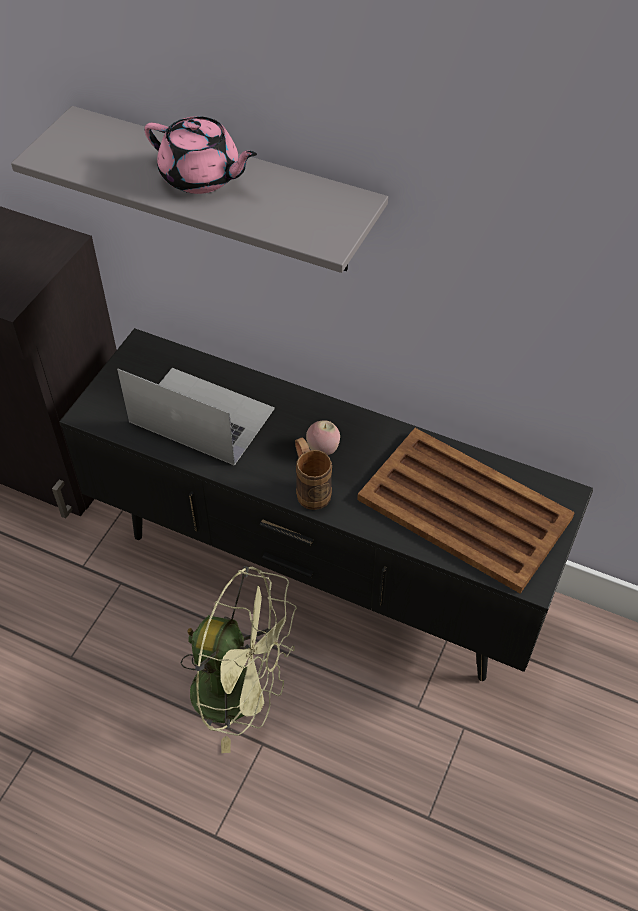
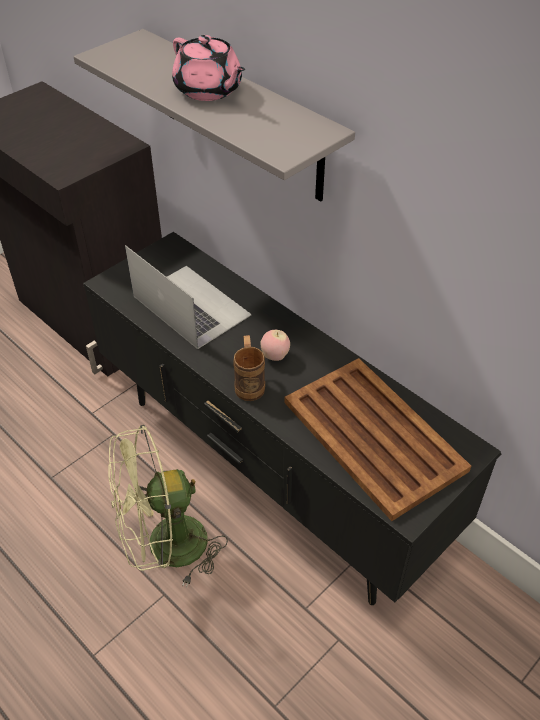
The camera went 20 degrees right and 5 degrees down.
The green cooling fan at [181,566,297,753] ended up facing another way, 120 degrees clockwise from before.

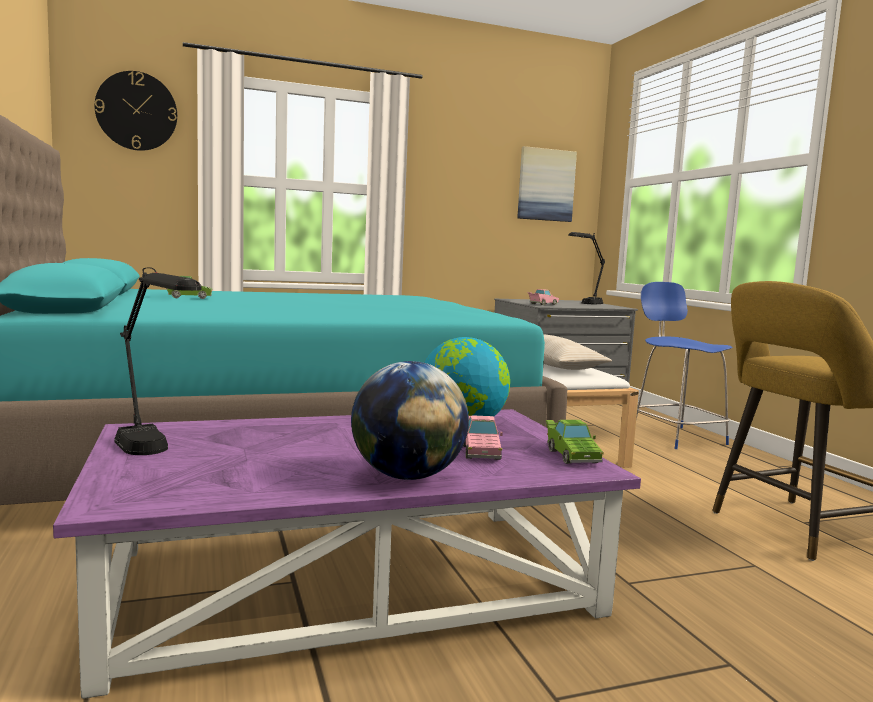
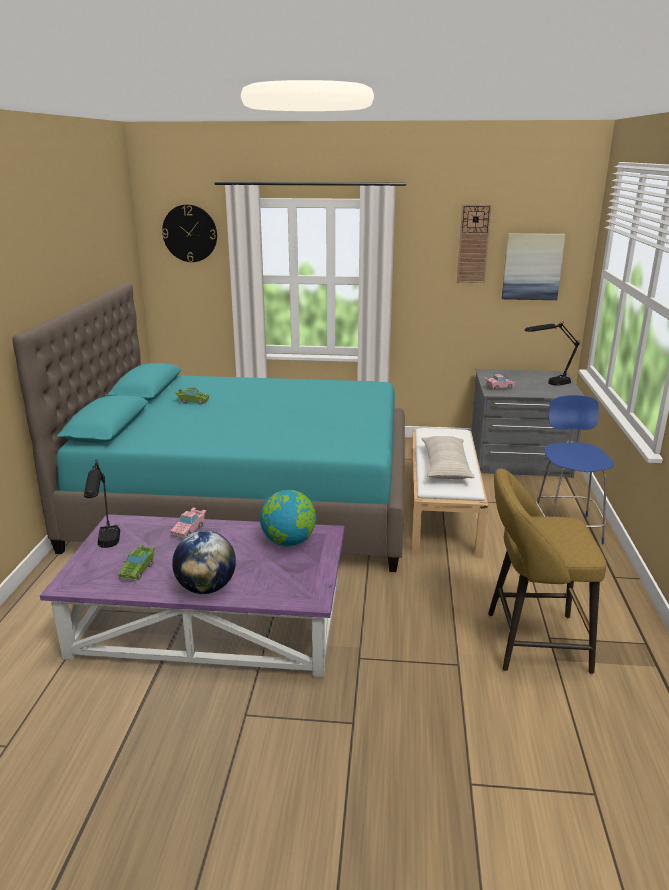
The camera went 25 degrees right and 15 degrees up.
The pinkish miniature car ended up elsewhere, having gone from [463,415,503,460] to [170,508,207,539].
The green miniature car ended up elsewhere, having gone from [546,420,604,464] to [118,545,155,581].
The second view gained the wall clock at [457,204,492,283].

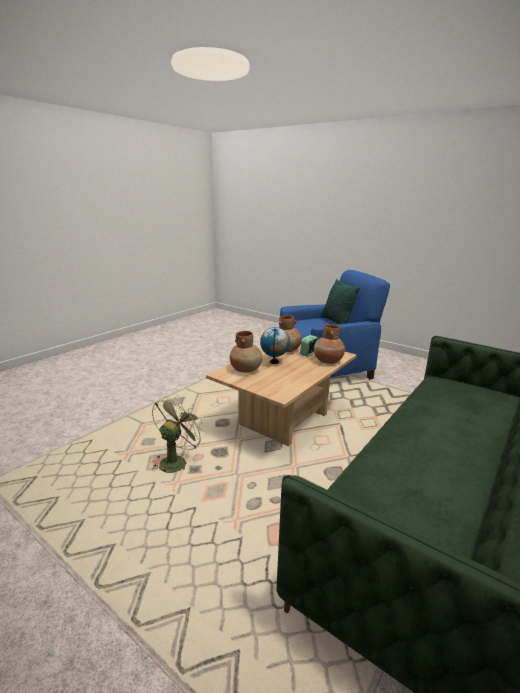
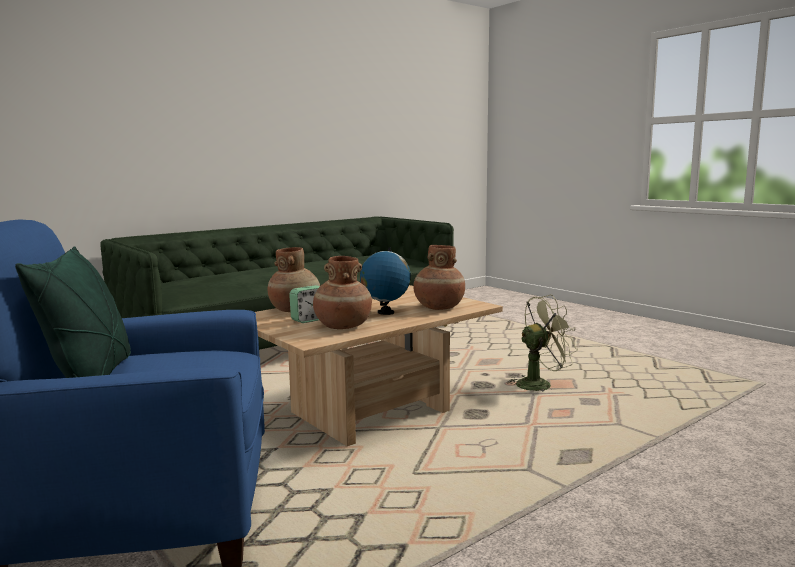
The camera went 165 degrees left and 10 degrees down.
The green cooling fan at [152,396,206,473] ended up facing another way, 150 degrees counterclockwise from before.

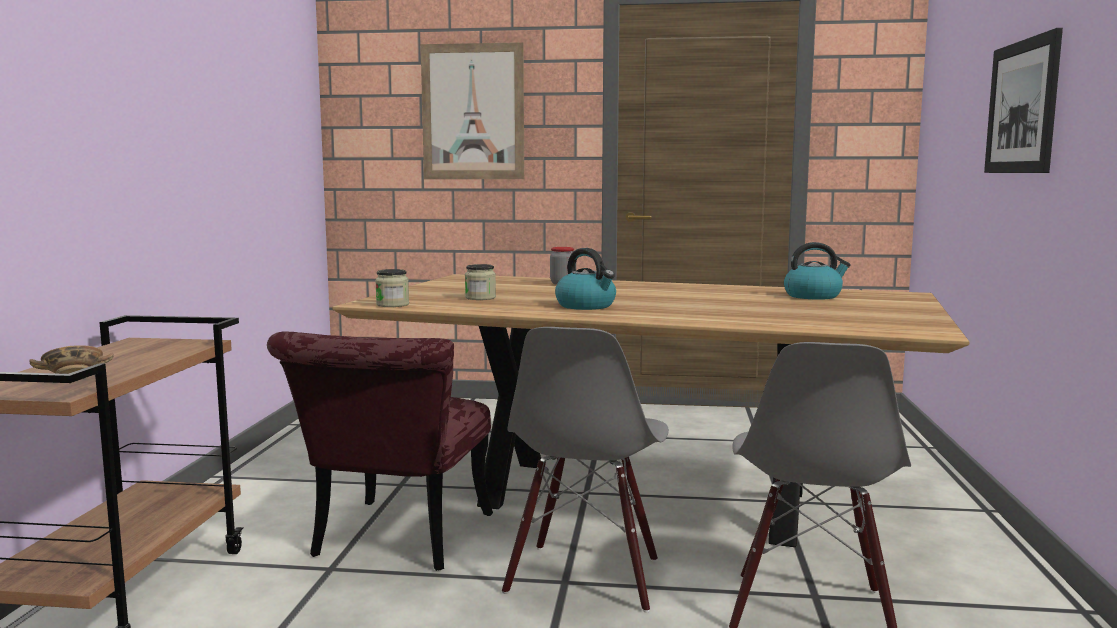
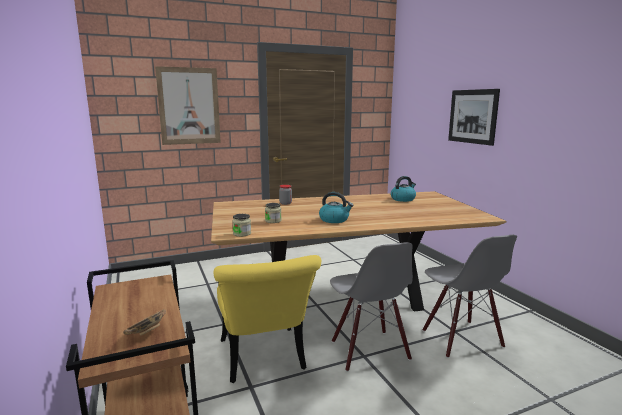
The camera went 30 degrees left and 5 degrees up.
What was the red-coloured chair at [267,332,493,571] turned into the yellow-coloured chair at [214,255,321,383].

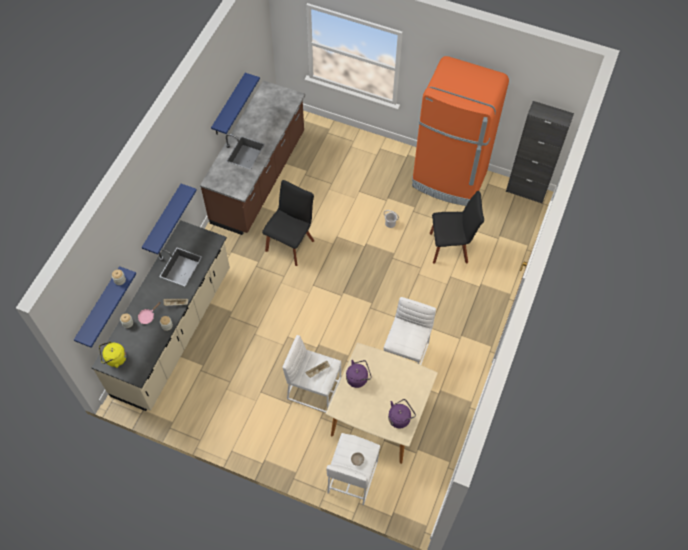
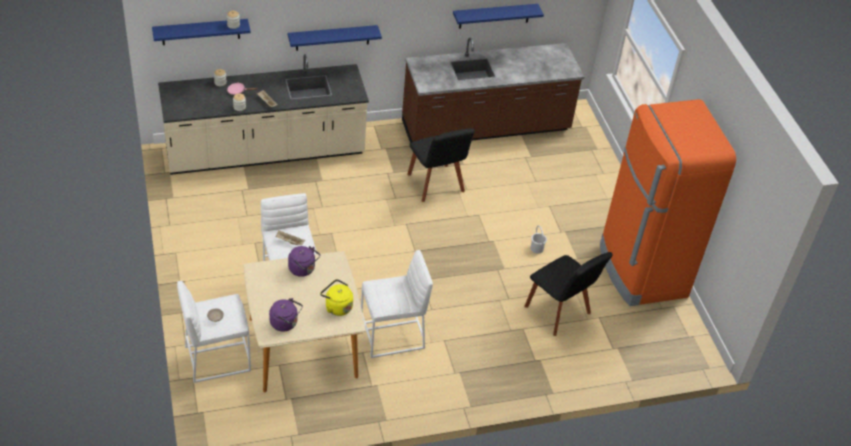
The camera went 50 degrees right and 15 degrees down.
The second view lost the blackish storage cabinet at [506,101,574,204].
The blackish chair at [262,180,315,266] ended up facing another way, 75 degrees clockwise from before.
The yellow-coloured tea kettle ended up elsewhere, having gone from [99,342,126,368] to [320,279,353,316].

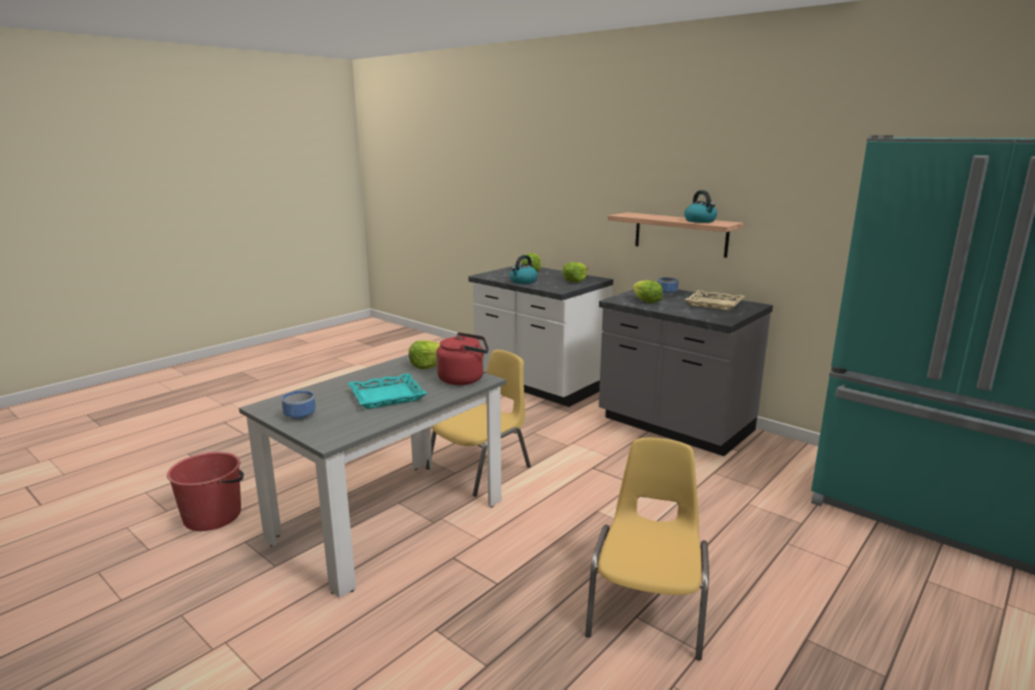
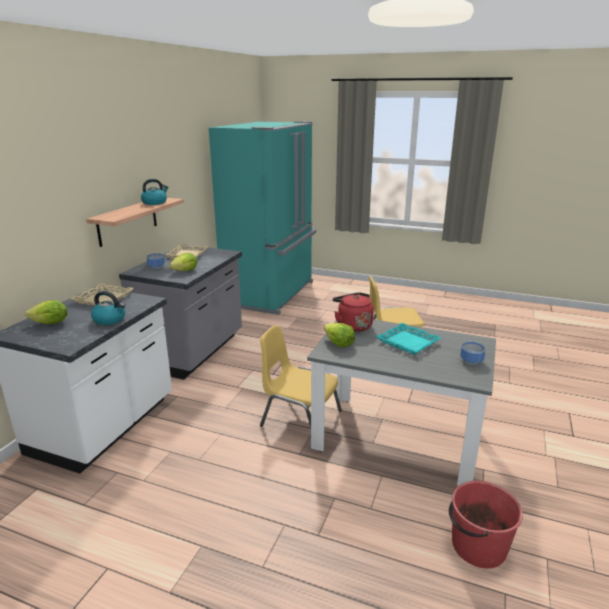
The camera went 110 degrees left and 5 degrees up.
Where the head of lettuce stood at [562,262,587,282], the beige-coloured serving tray came to stand at [71,283,134,306].

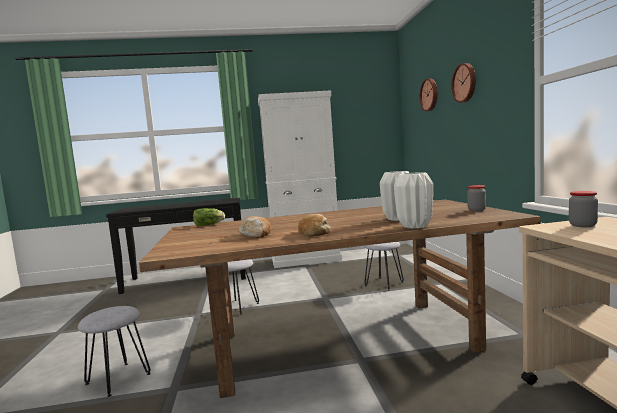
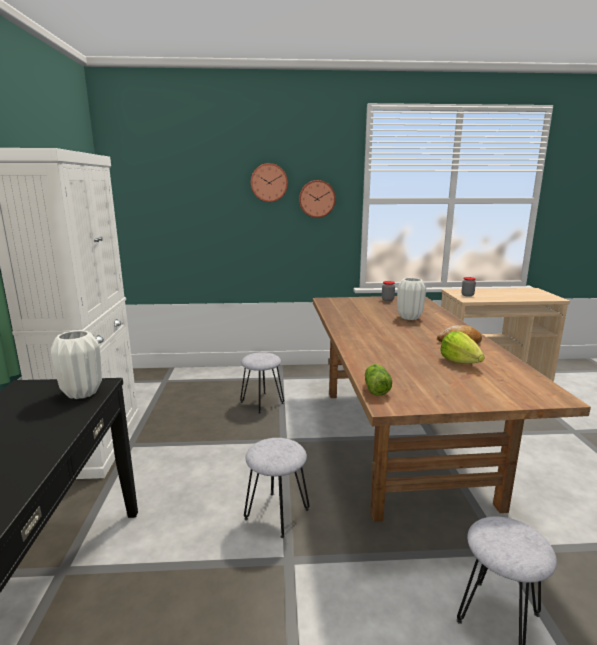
The camera went 85 degrees left and 10 degrees up.
The wall clock ended up elsewhere, having gone from [420,78,438,111] to [299,180,336,218].
The white flower vase ended up elsewhere, having gone from [394,172,433,229] to [51,330,102,399].
Where the bakery bread stood at [239,216,271,238], the head of lettuce came to stand at [441,331,485,364].

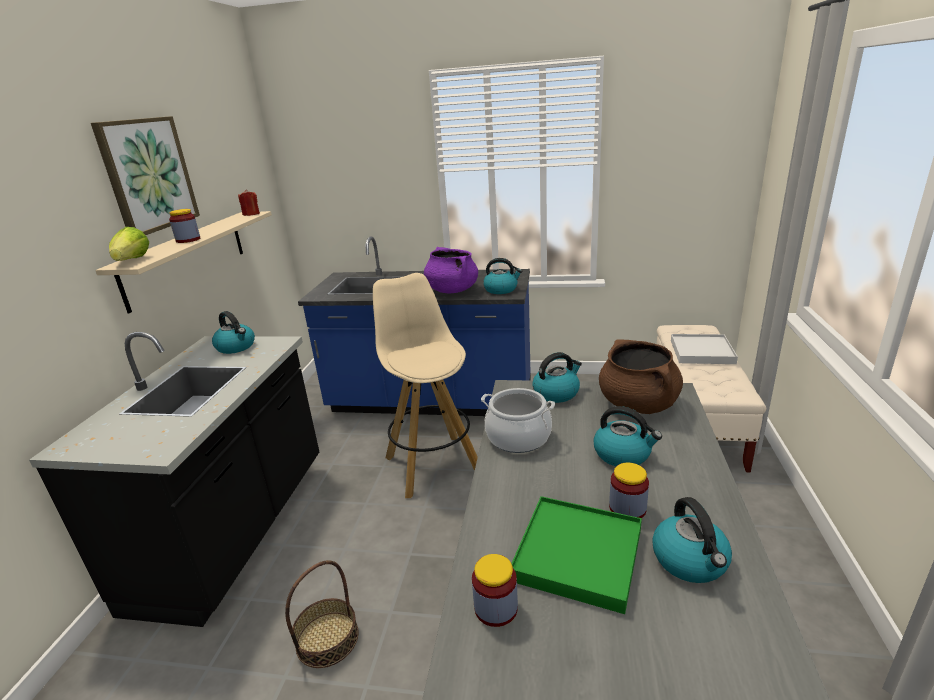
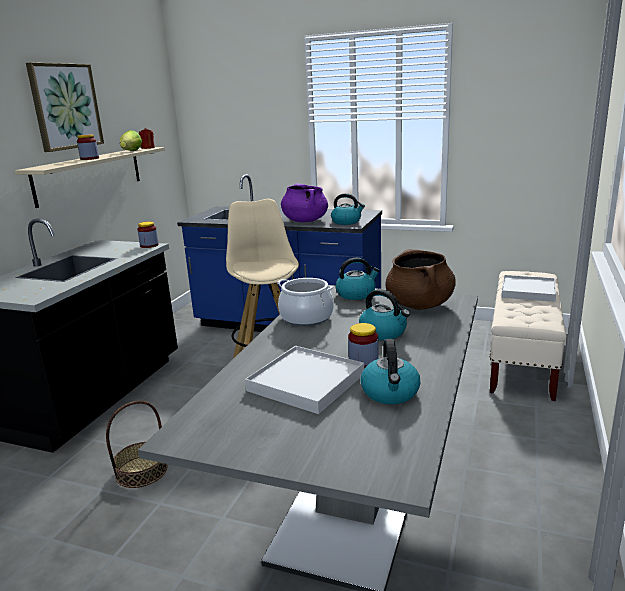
The camera went 10 degrees right and 5 degrees down.
The head of lettuce ended up elsewhere, having gone from [109,227,149,261] to [120,130,142,151].
The second view lost the tea kettle at [212,311,255,354].
What was the green serving tray at [511,496,642,614] turned into the white serving tray at [245,346,364,414].
The storage jar ended up elsewhere, having gone from [472,554,518,627] to [137,222,159,248].

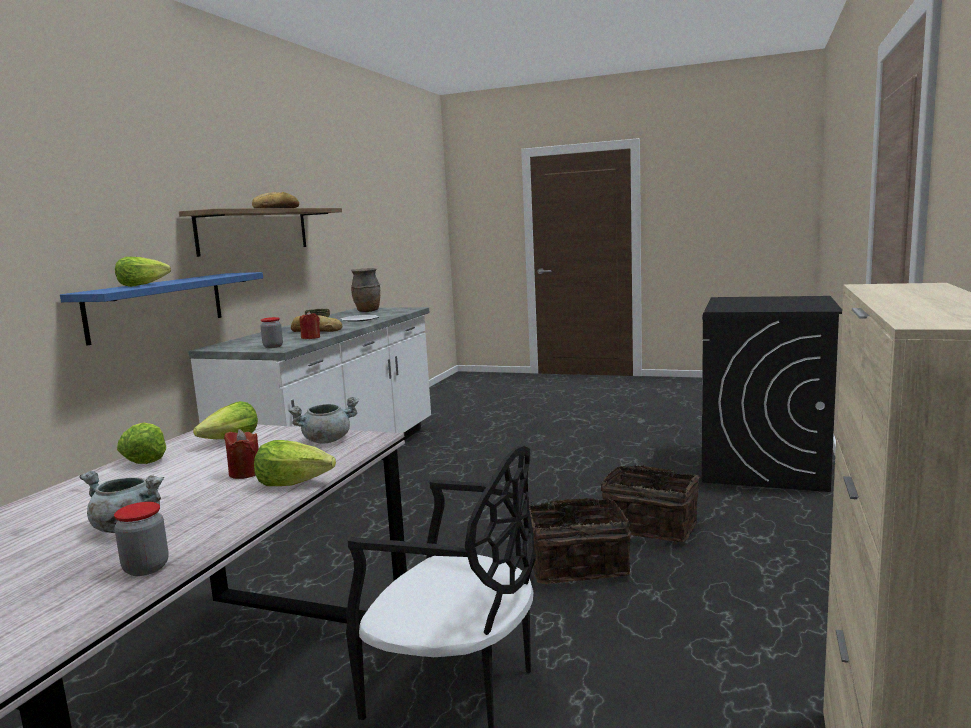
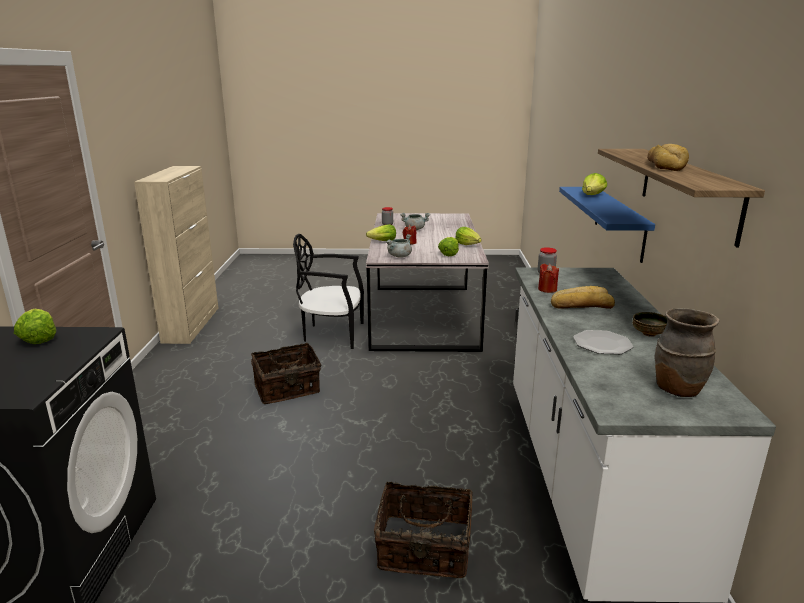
The camera went 160 degrees right and 10 degrees up.
The household basket ended up elsewhere, having gone from [600,464,699,542] to [374,482,473,578].
The second view gained the head of lettuce at [14,309,56,344].

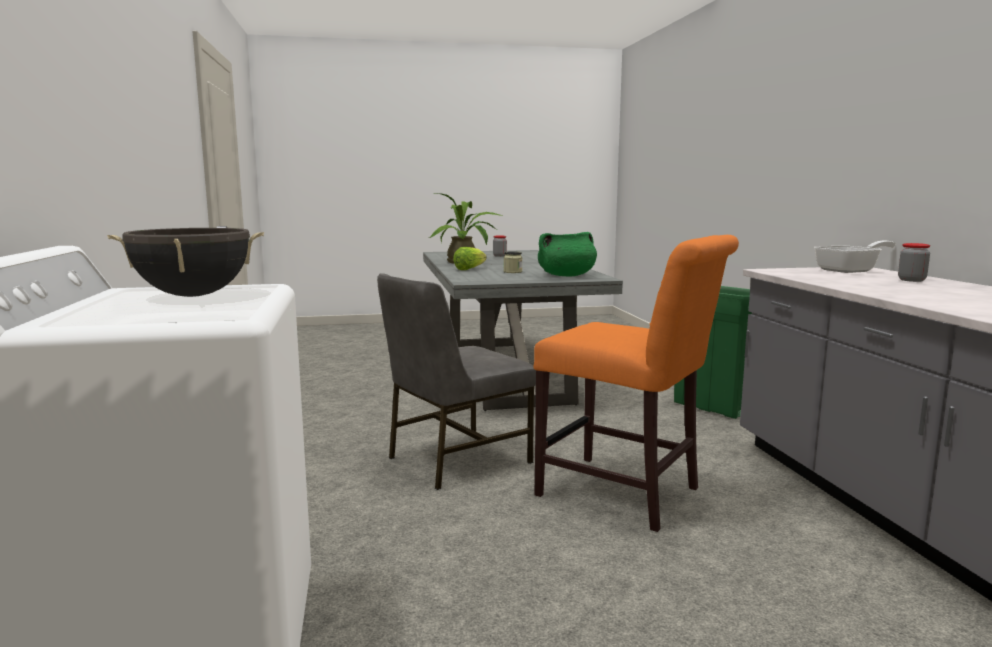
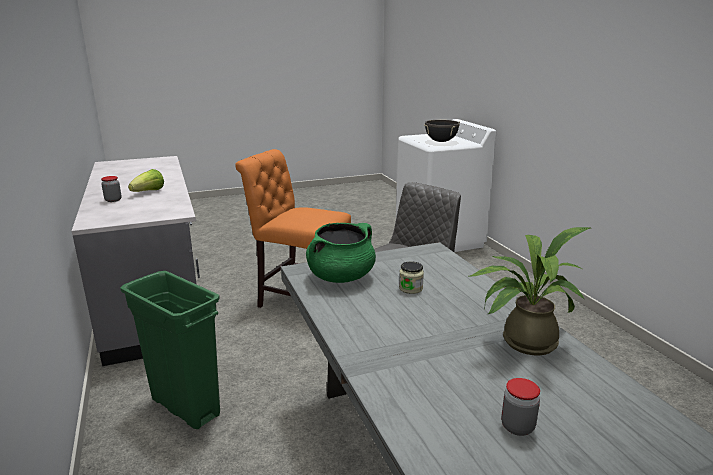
The camera went 170 degrees right and 10 degrees up.
The second view lost the frying pan at [814,240,896,273].
The head of lettuce ended up elsewhere, having gone from [453,247,486,270] to [128,169,164,192].

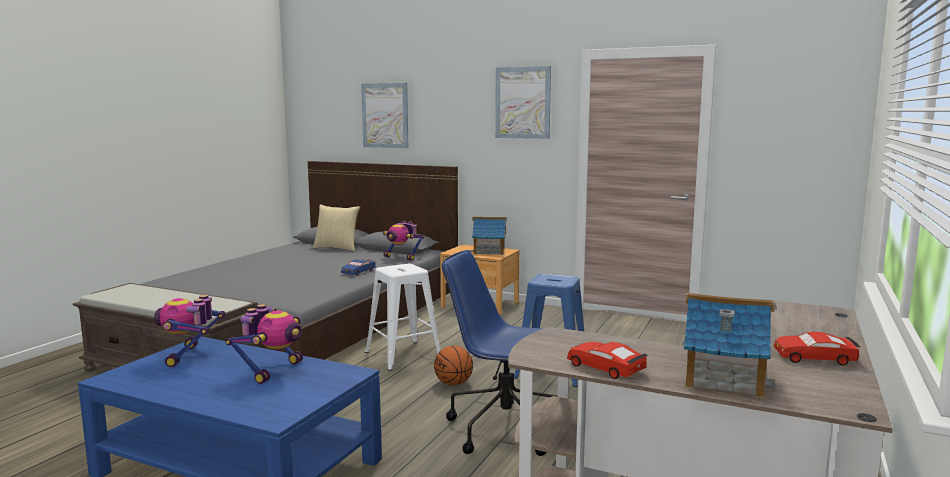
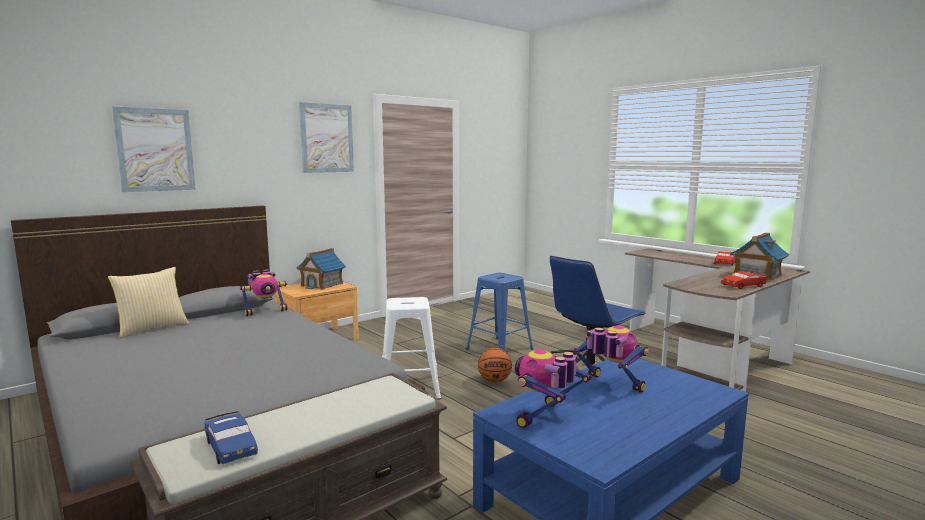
The camera went 65 degrees left and 0 degrees up.
The blue-coloured miniature car ended up elsewhere, having gone from [341,259,376,276] to [204,411,258,464].
The toy robot at [154,295,226,367] ended up facing another way, 105 degrees clockwise from before.

